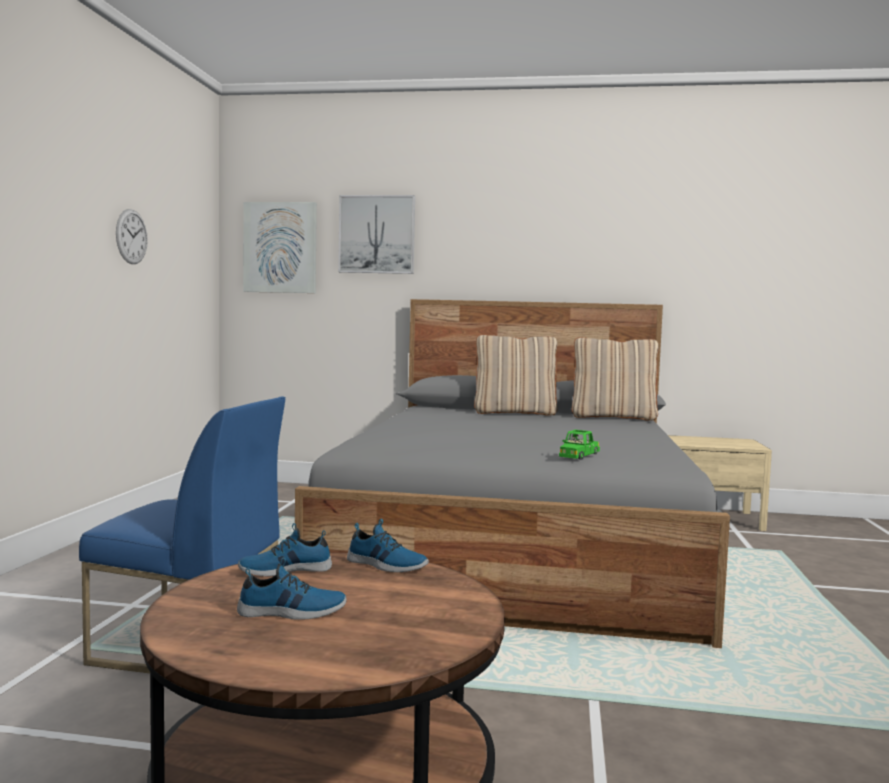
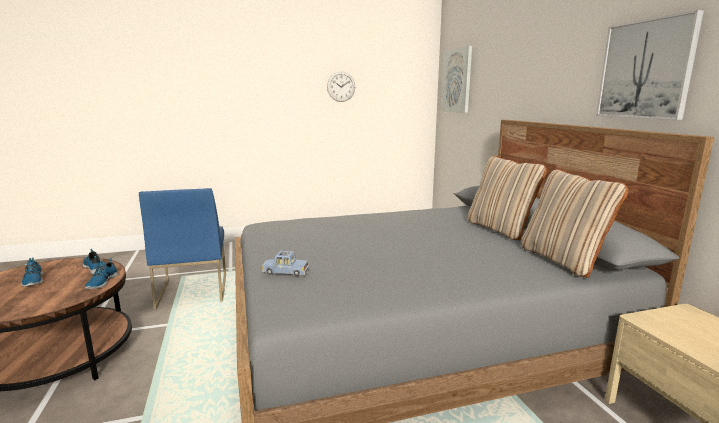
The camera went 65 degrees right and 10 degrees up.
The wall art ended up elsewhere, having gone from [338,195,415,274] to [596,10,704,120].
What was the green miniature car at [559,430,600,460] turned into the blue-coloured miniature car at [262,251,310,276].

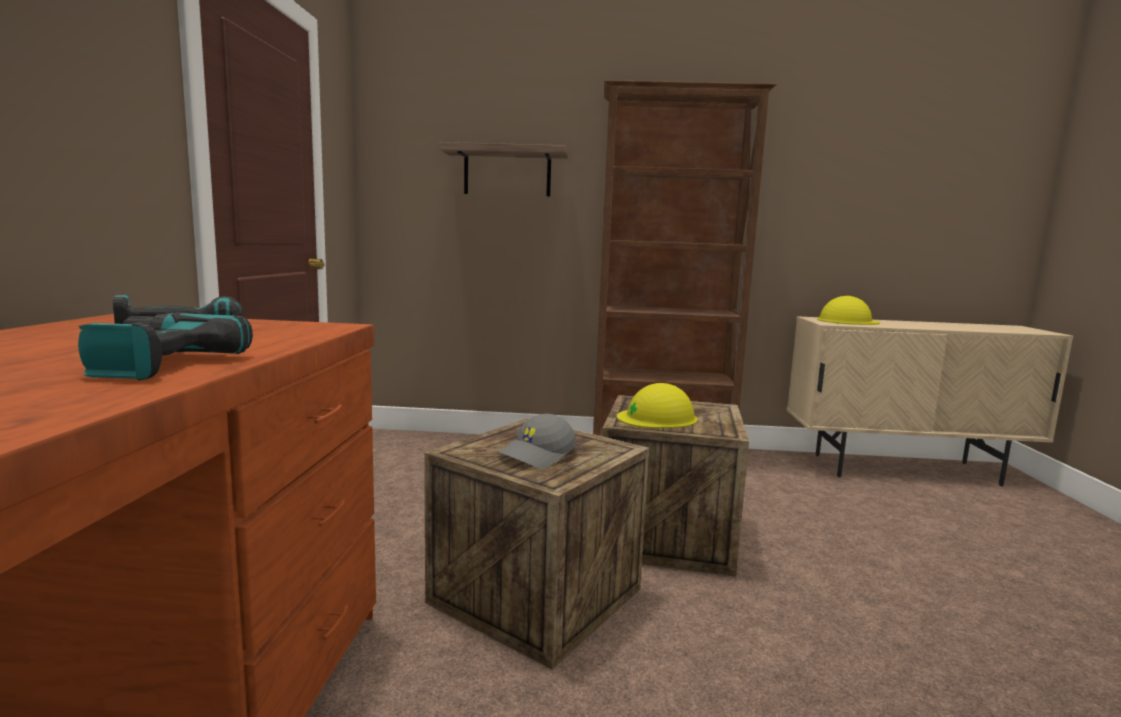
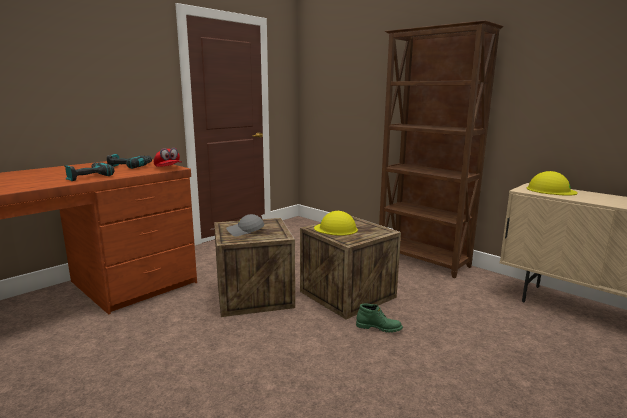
The camera went 40 degrees right and 5 degrees up.
The second view lost the wall shelf at [439,142,568,197].
The second view gained the red-coloured peaked cap at [154,148,182,167].
The second view gained the green tall boot at [356,304,403,333].

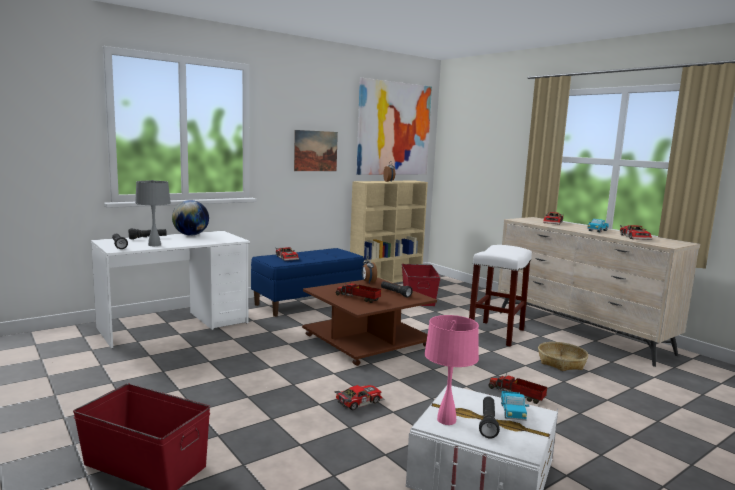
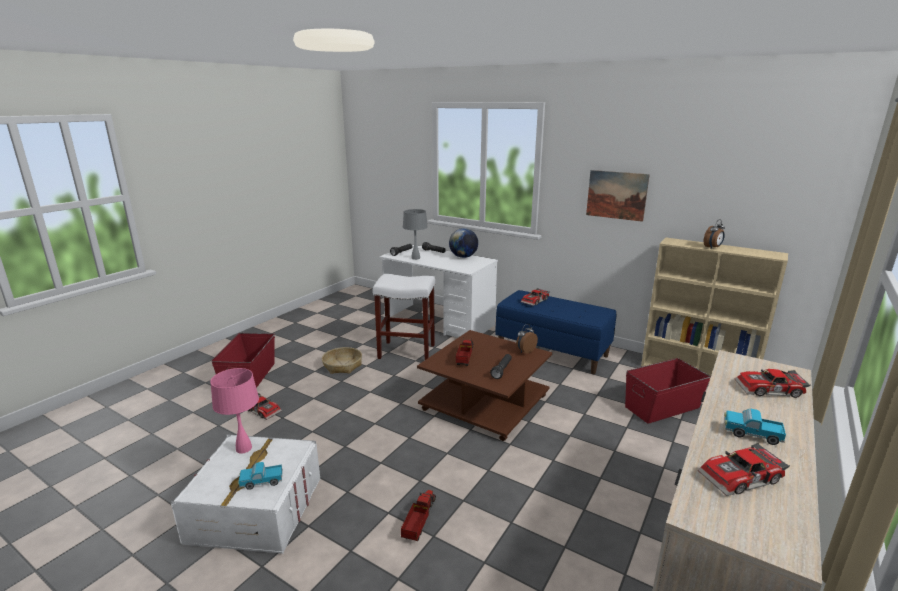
The camera went 70 degrees right and 10 degrees up.
The second view lost the wall art at [356,78,432,175].
The white stool seat ended up elsewhere, having gone from [469,245,532,347] to [373,274,435,360].
The household basket ended up elsewhere, having gone from [538,342,588,371] to [322,347,362,374].
The miniature car ended up elsewhere, having gone from [335,385,384,410] to [247,393,282,420].
The second view lost the blackish hand torch at [479,396,500,438].

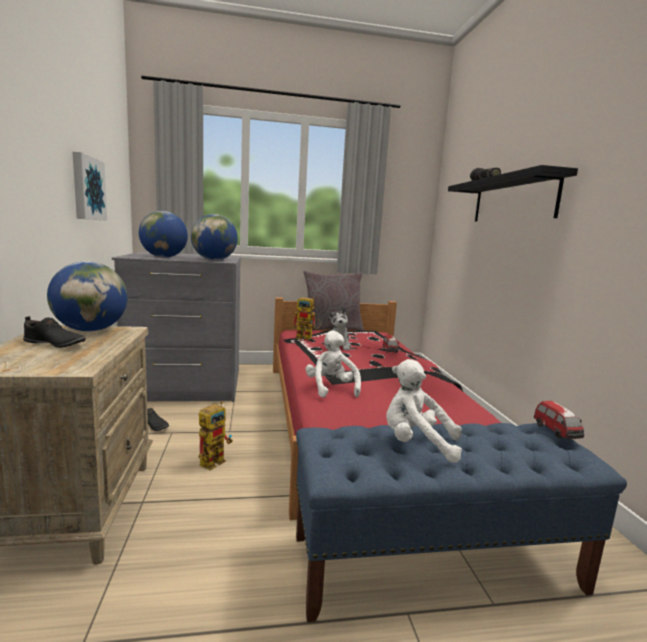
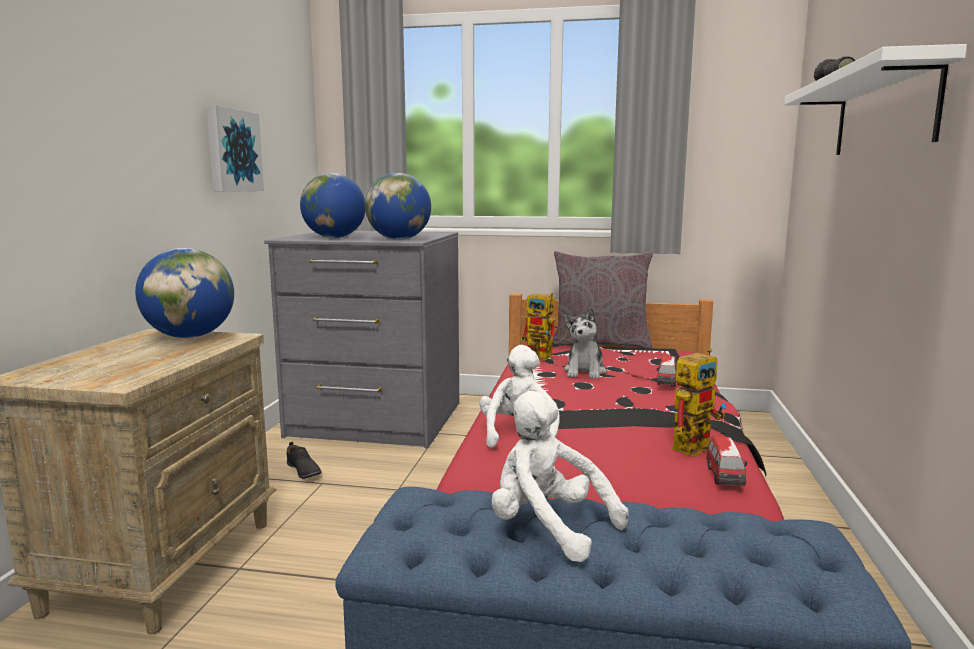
The camera went 20 degrees right and 0 degrees up.
What was the blackish wall shelf at [448,165,578,221] turned into the white wall shelf at [784,44,967,155].
The second view lost the blackish shoe at [23,316,86,348].
The toy robot ended up elsewhere, having gone from [199,401,233,470] to [672,348,726,457].
The miniature car ended up elsewhere, having gone from [534,401,584,439] to [707,436,747,486].

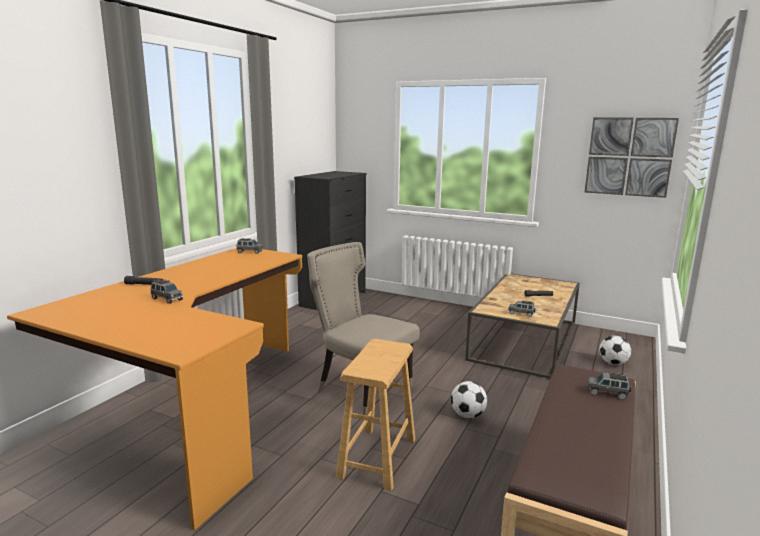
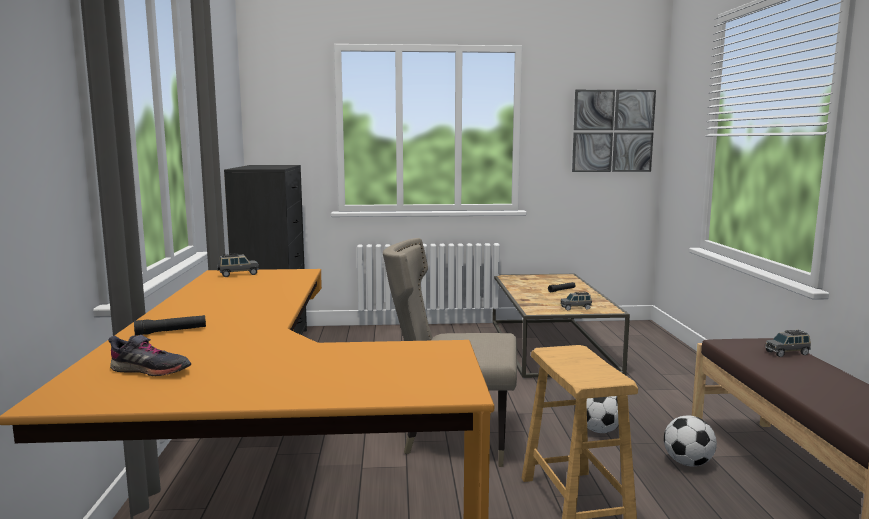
The camera went 30 degrees left and 5 degrees down.
The second view lost the gray miniature car at [151,279,183,304].
The football ended up elsewhere, having gone from [599,336,631,365] to [664,415,717,466].
The second view gained the gray shoe at [109,335,191,376].

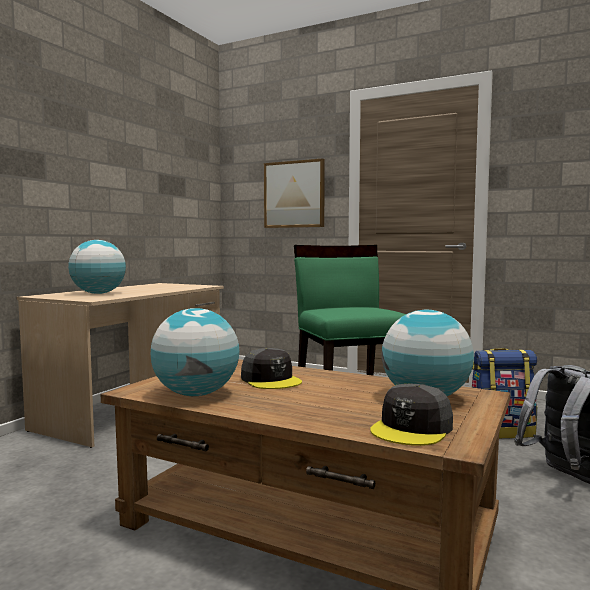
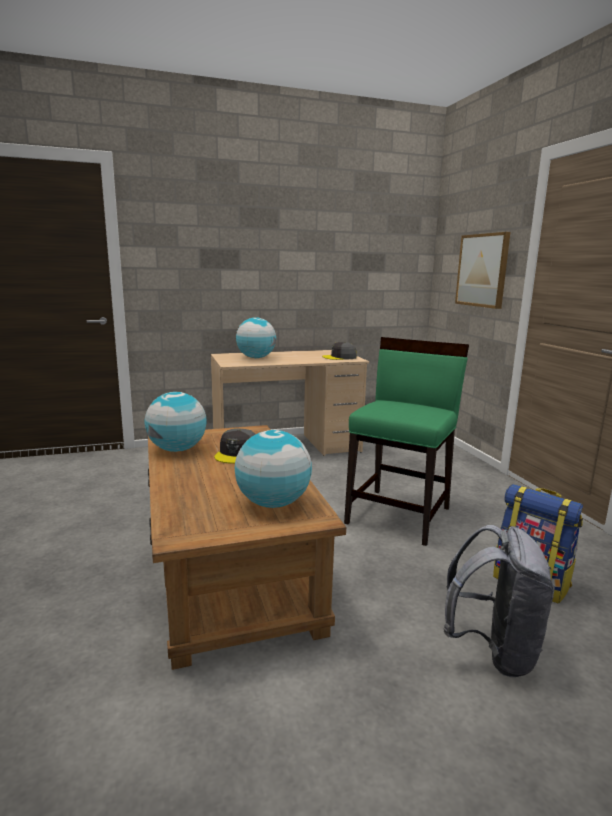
The camera went 45 degrees right and 10 degrees up.
The gray peaked cap ended up elsewhere, having gone from [370,384,453,446] to [322,342,357,360].

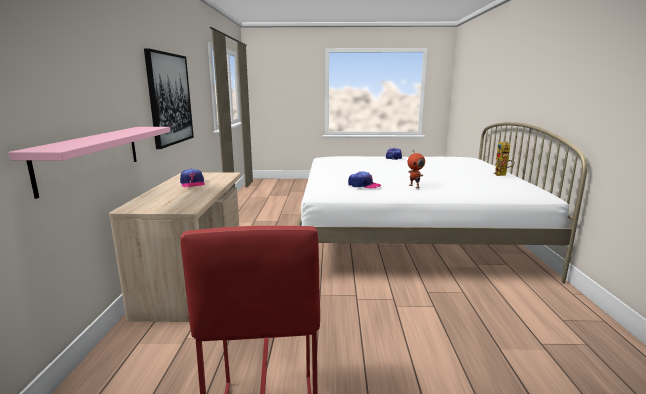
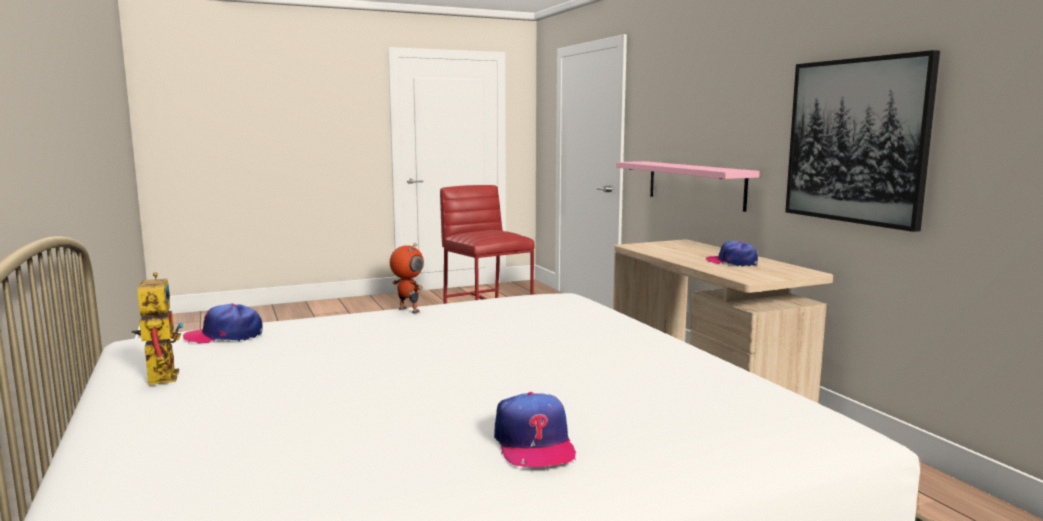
The camera went 155 degrees right and 5 degrees down.
The peaked cap ended up elsewhere, having gone from [348,171,381,189] to [183,303,263,344].

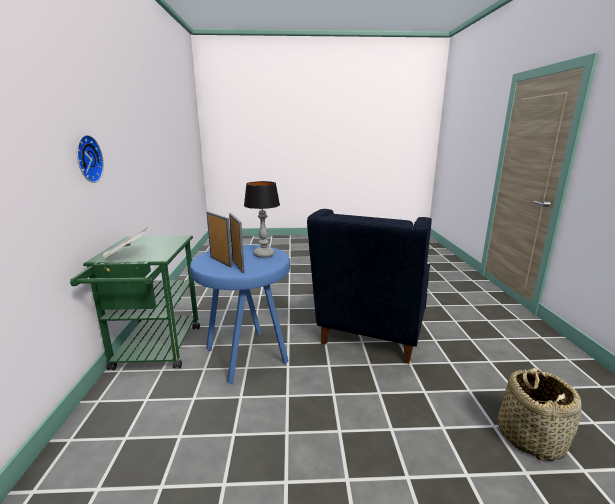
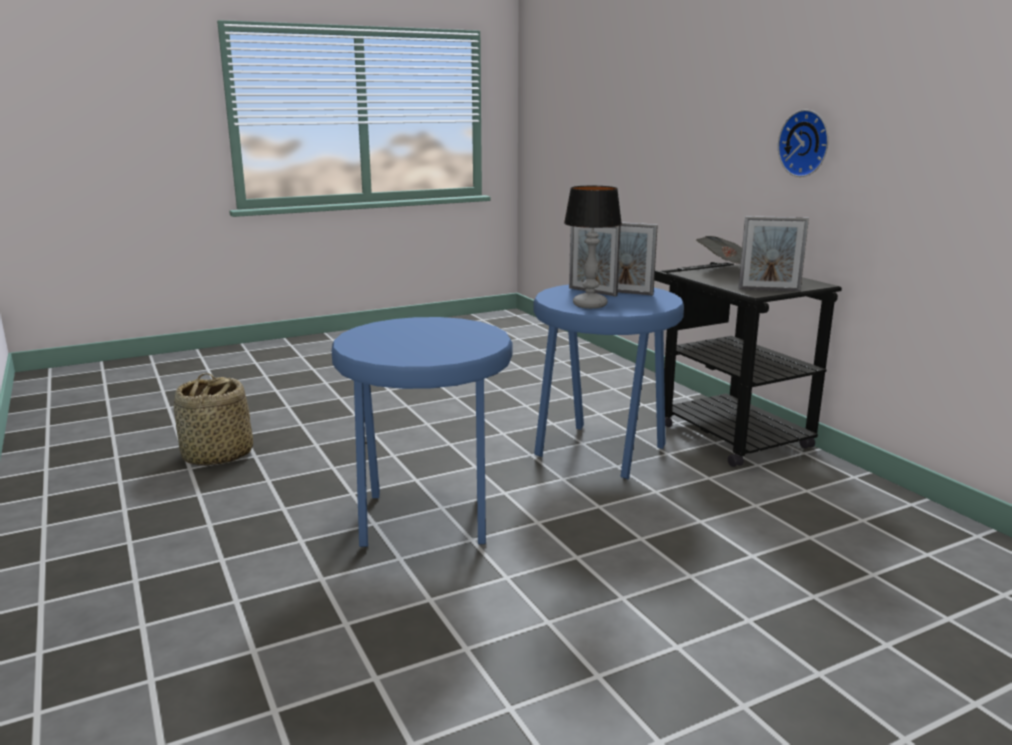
The camera went 155 degrees right and 0 degrees up.
Where the blue-coloured lounge chair stood at [307,209,432,364], the blue-coloured stool seat came to stand at [332,317,512,547].
What was the green trolley at [70,235,200,370] turned into the blackish trolley at [654,262,842,467].
The second view gained the photo frame at [738,216,809,291].

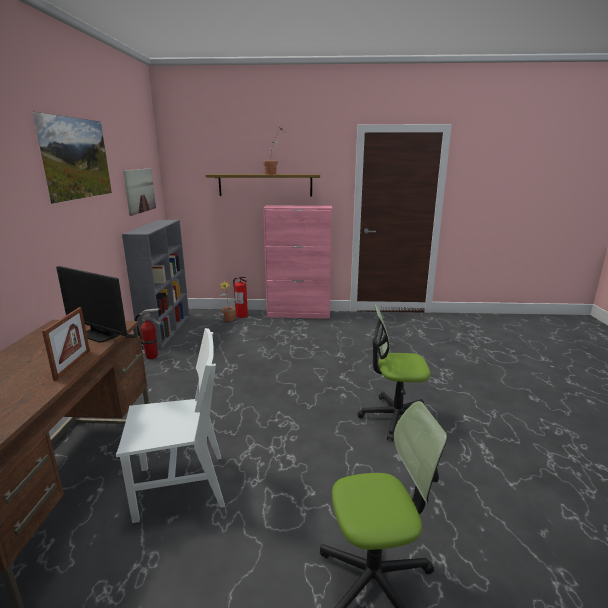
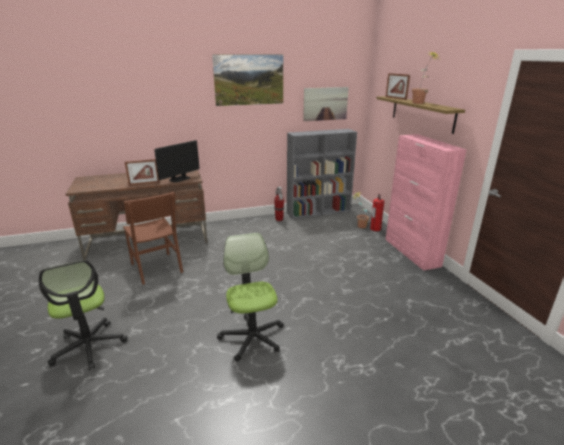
The camera went 70 degrees right and 5 degrees up.
The monitor at [56,266,127,343] ended up facing another way, 150 degrees counterclockwise from before.
What was the white chair at [116,328,225,523] turned into the brown chair at [123,192,183,285].
The second view gained the photo frame at [386,73,410,100].

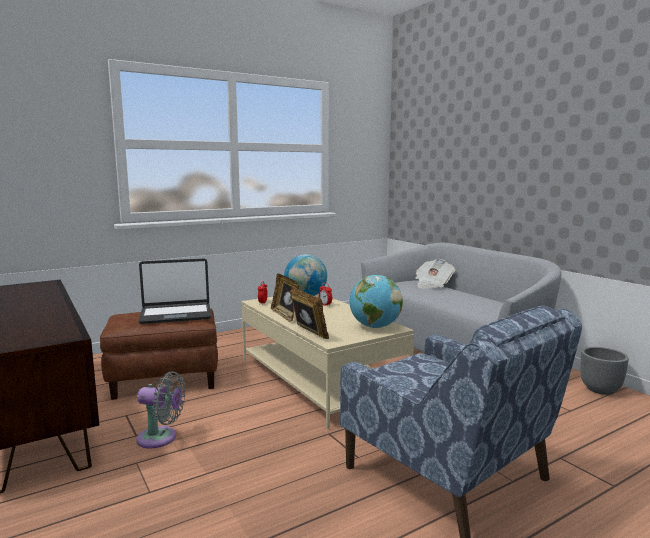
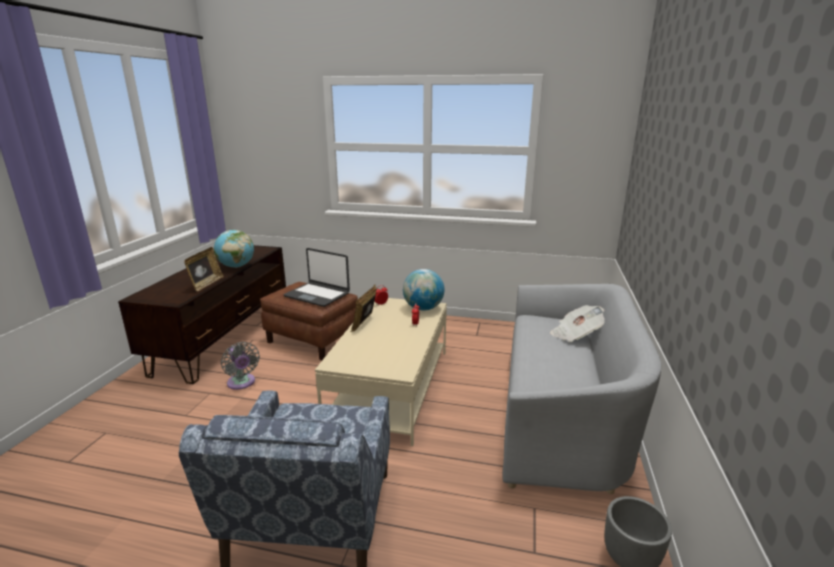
The camera went 45 degrees right and 10 degrees up.
The desk globe ended up elsewhere, having gone from [349,275,403,328] to [214,230,254,268].
The photo frame ended up elsewhere, having gone from [290,286,329,339] to [184,247,224,291].

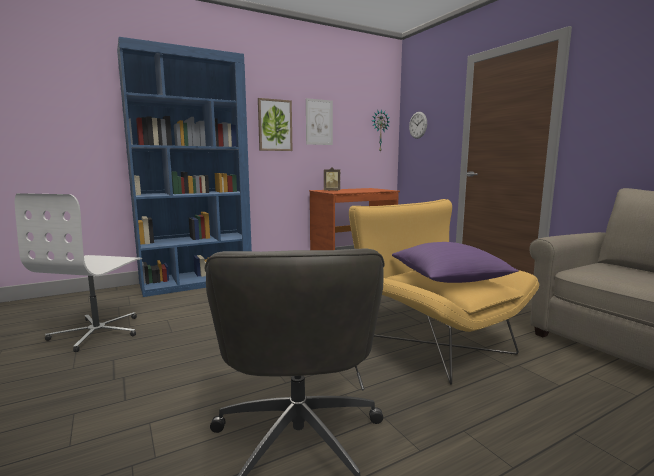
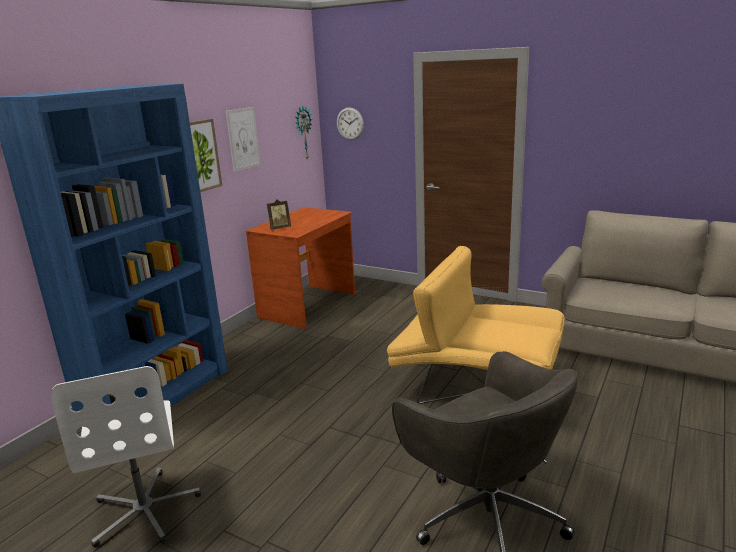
The camera went 30 degrees left and 10 degrees up.
The second view lost the purple-coloured throw pillow at [392,242,519,283].

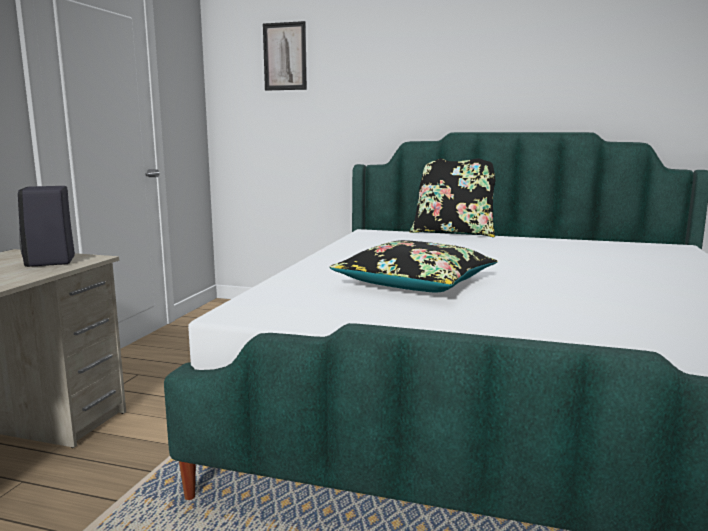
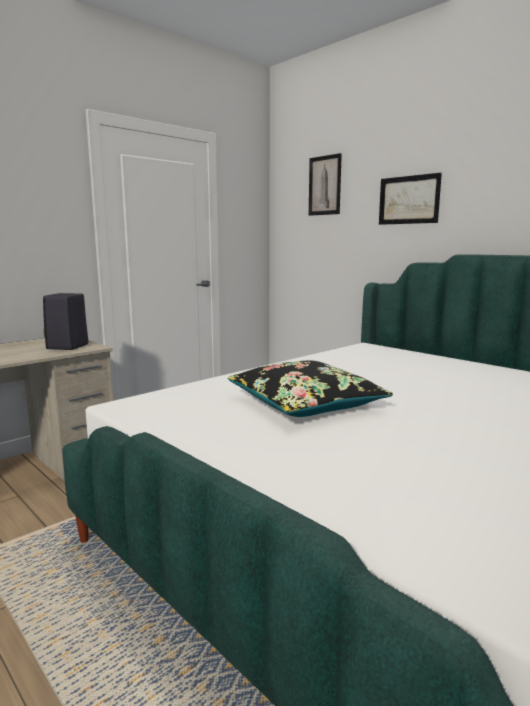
The camera went 30 degrees right and 0 degrees up.
The second view lost the blackish throw pillow at [410,158,495,237].
The second view gained the wall art at [379,173,442,225].

